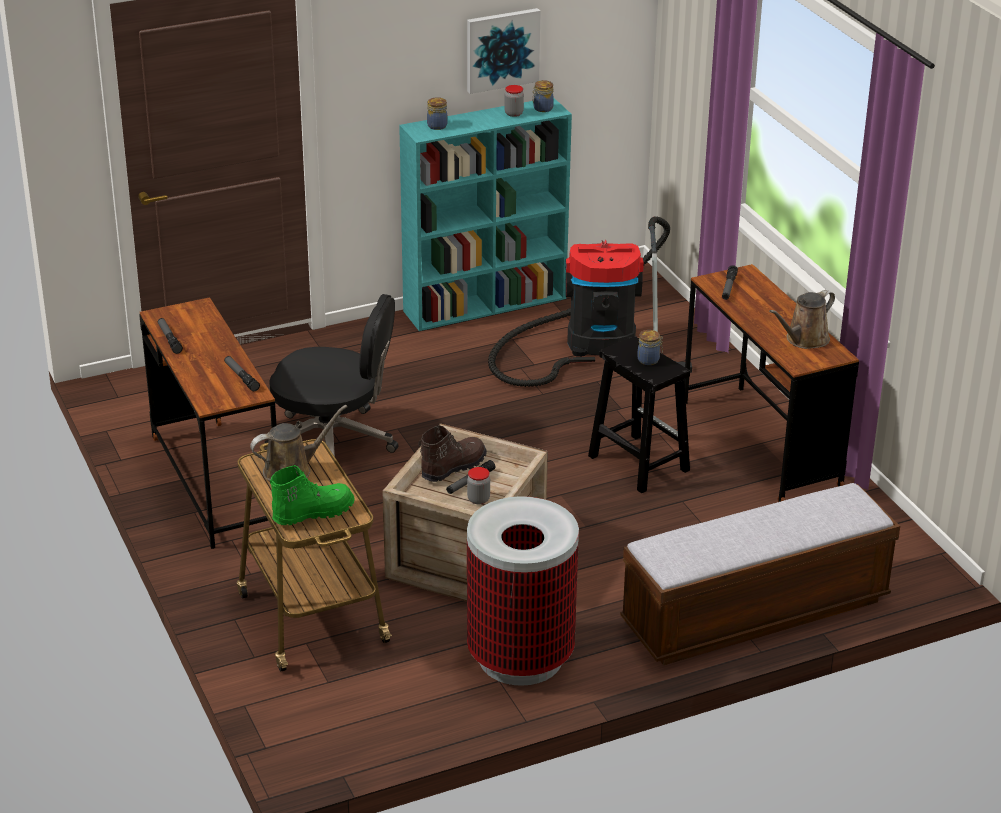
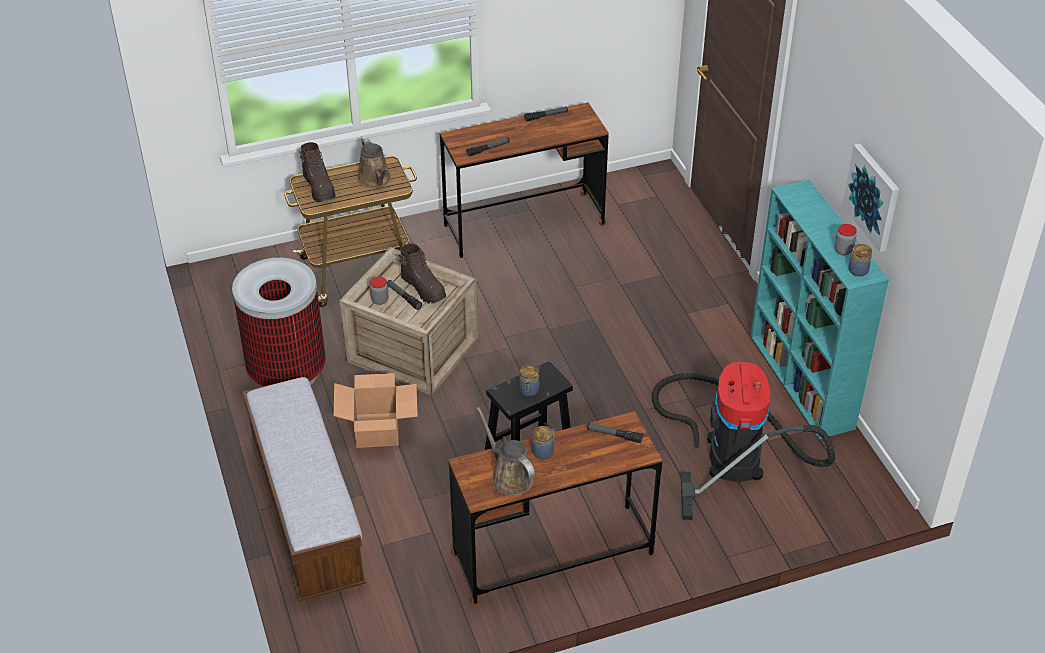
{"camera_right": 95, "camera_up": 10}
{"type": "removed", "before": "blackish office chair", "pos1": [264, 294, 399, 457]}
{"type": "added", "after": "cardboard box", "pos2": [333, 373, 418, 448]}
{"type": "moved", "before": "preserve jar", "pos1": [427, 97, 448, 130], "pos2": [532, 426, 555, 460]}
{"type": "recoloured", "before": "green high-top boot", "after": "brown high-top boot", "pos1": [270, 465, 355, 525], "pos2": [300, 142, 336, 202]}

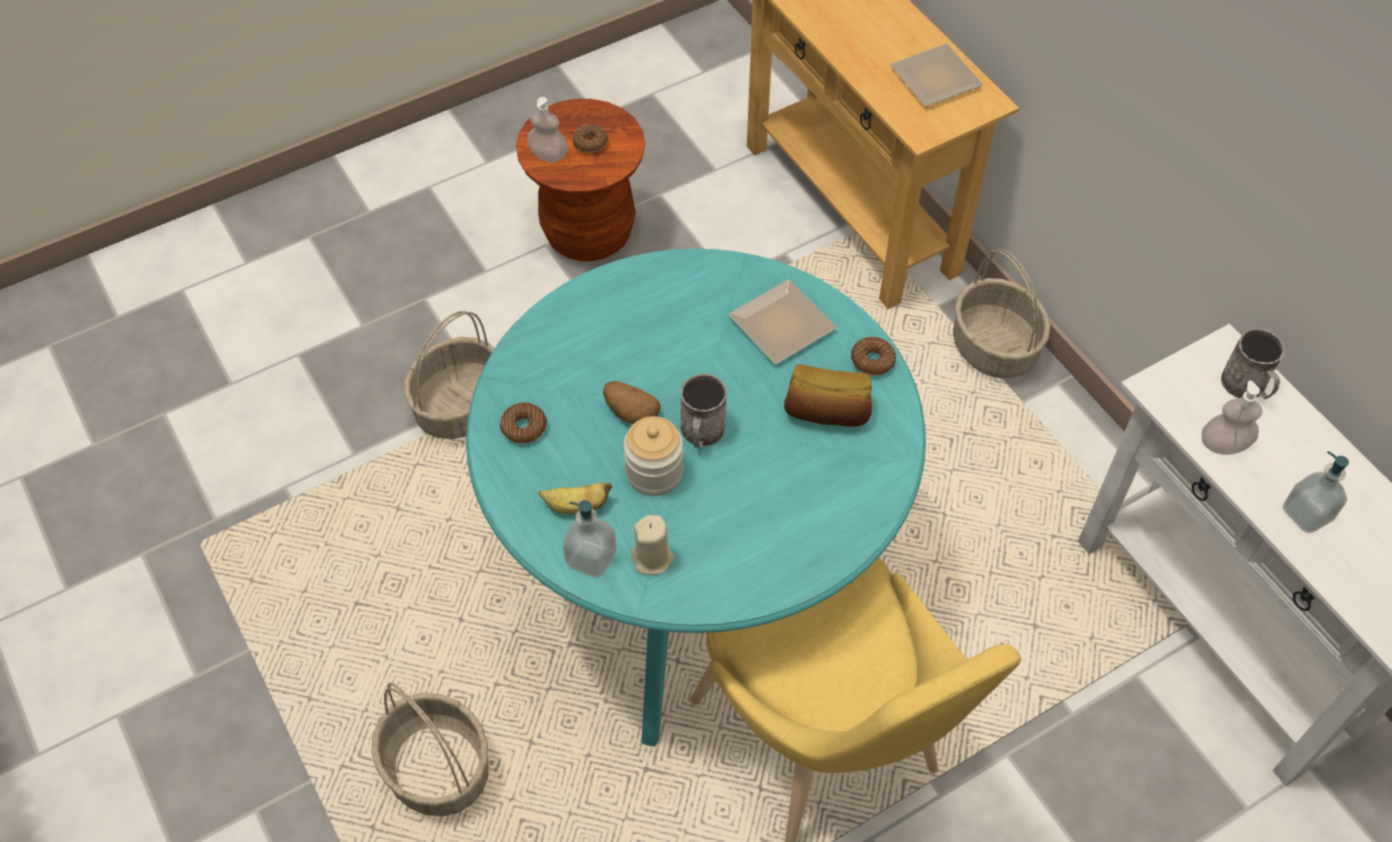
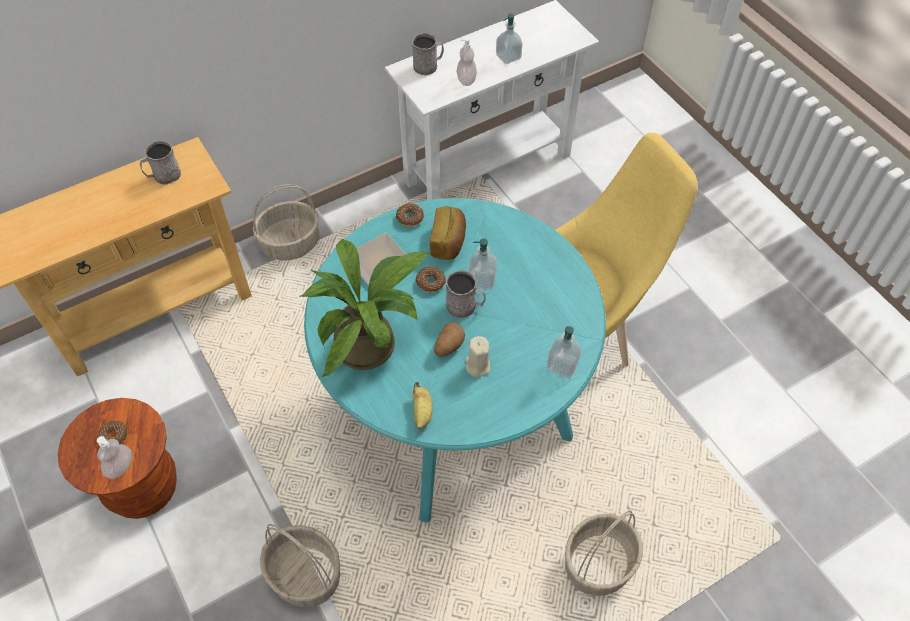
{"camera_right": -90, "camera_up": 0}
{"type": "removed", "before": "preserve jar", "pos1": [623, 416, 683, 496]}
{"type": "added", "after": "houseplant", "pos2": [300, 239, 431, 377]}
{"type": "added", "after": "liquid soap bottle", "pos2": [468, 239, 497, 289]}
{"type": "moved", "before": "donut", "pos1": [500, 402, 547, 444], "pos2": [416, 266, 446, 293]}
{"type": "moved", "before": "whole banana", "pos1": [539, 483, 612, 514], "pos2": [413, 382, 432, 429]}
{"type": "moved", "before": "sand-coloured candle", "pos1": [631, 515, 674, 575], "pos2": [465, 336, 490, 377]}
{"type": "replaced", "before": "flat dish", "after": "gray tea mug", "pos1": [890, 44, 983, 107], "pos2": [140, 140, 181, 185]}

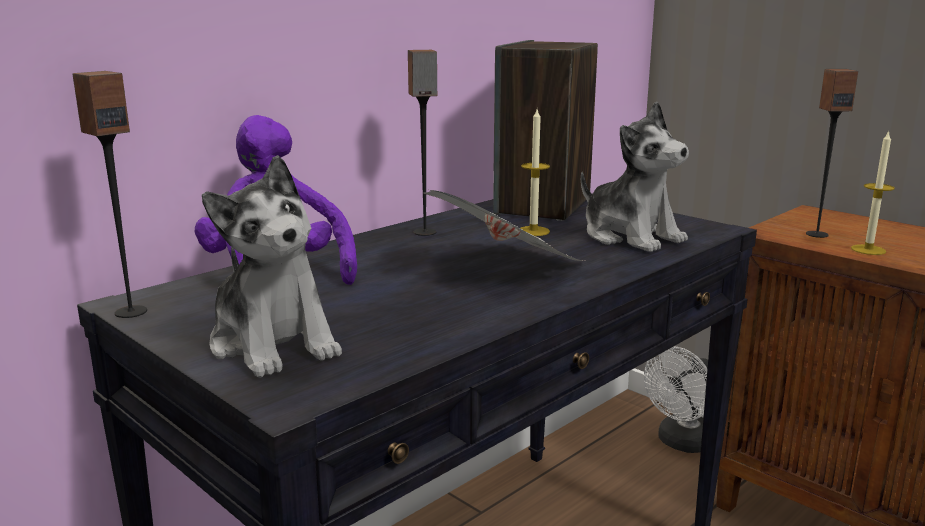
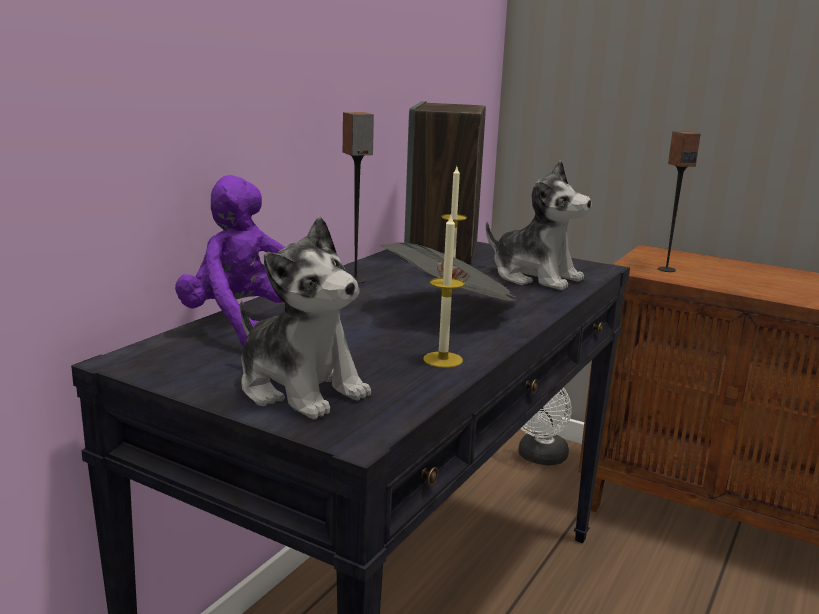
{"camera_right": -15, "camera_up": 0}
{"type": "removed", "before": "speaker", "pos1": [72, 71, 147, 318]}
{"type": "moved", "before": "candle", "pos1": [851, 131, 895, 255], "pos2": [423, 215, 465, 368]}

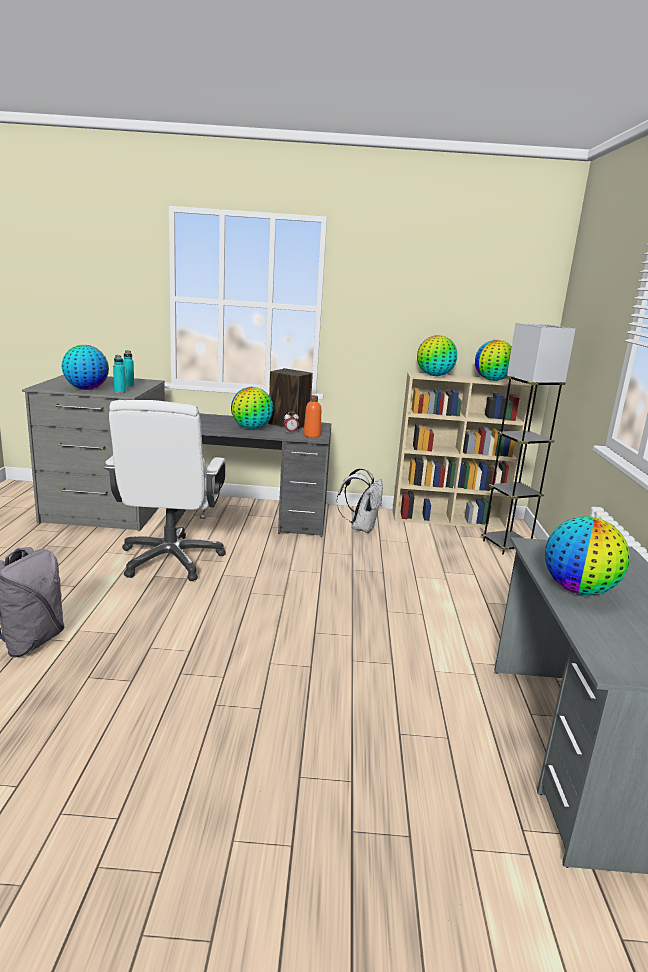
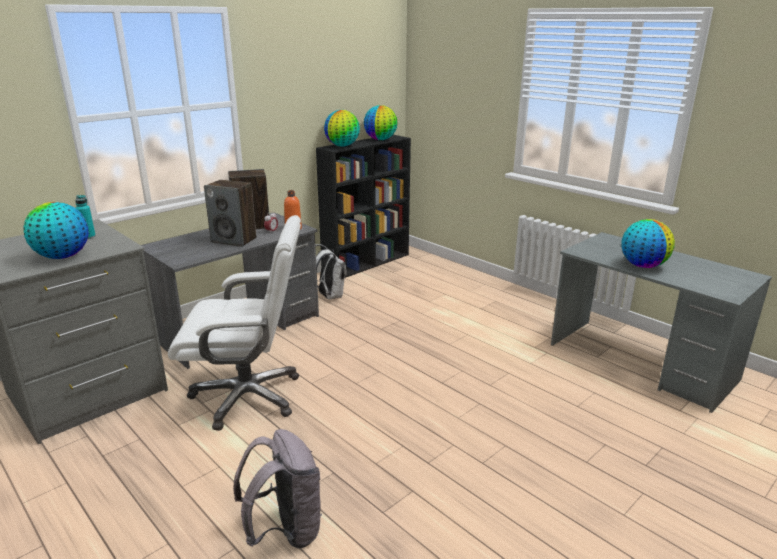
{"camera_right": -45, "camera_up": 5}
{"type": "removed", "before": "turquoise bottle", "pos1": [113, 355, 126, 394]}
{"type": "removed", "before": "gray standard lamp", "pos1": [481, 323, 576, 555]}
{"type": "replaced", "before": "world globe", "after": "speaker", "pos1": [231, 387, 273, 429], "pos2": [204, 180, 256, 247]}
{"type": "recoloured", "before": "sand-coloured bookcase", "after": "blackish bookcase", "pos1": [393, 372, 531, 530], "pos2": [316, 135, 411, 278]}
{"type": "turned", "before": "white office chair", "pos1": [104, 400, 226, 581], "pos2": [168, 215, 301, 431], "turn": -45}

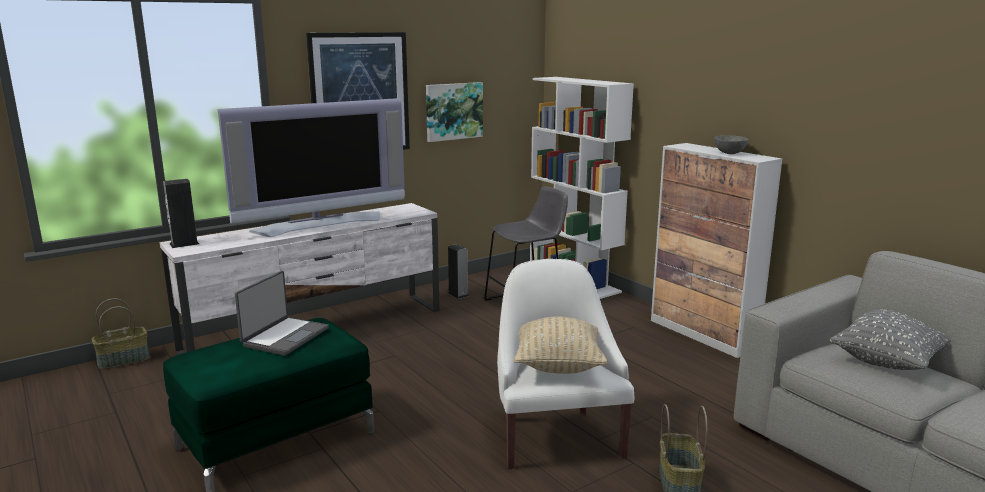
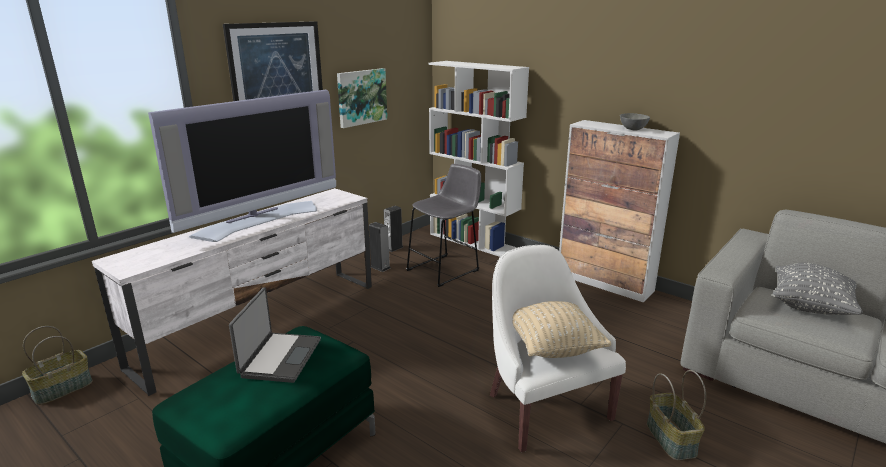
{"camera_right": -15, "camera_up": 5}
{"type": "moved", "before": "speaker", "pos1": [163, 179, 199, 248], "pos2": [384, 206, 403, 252]}

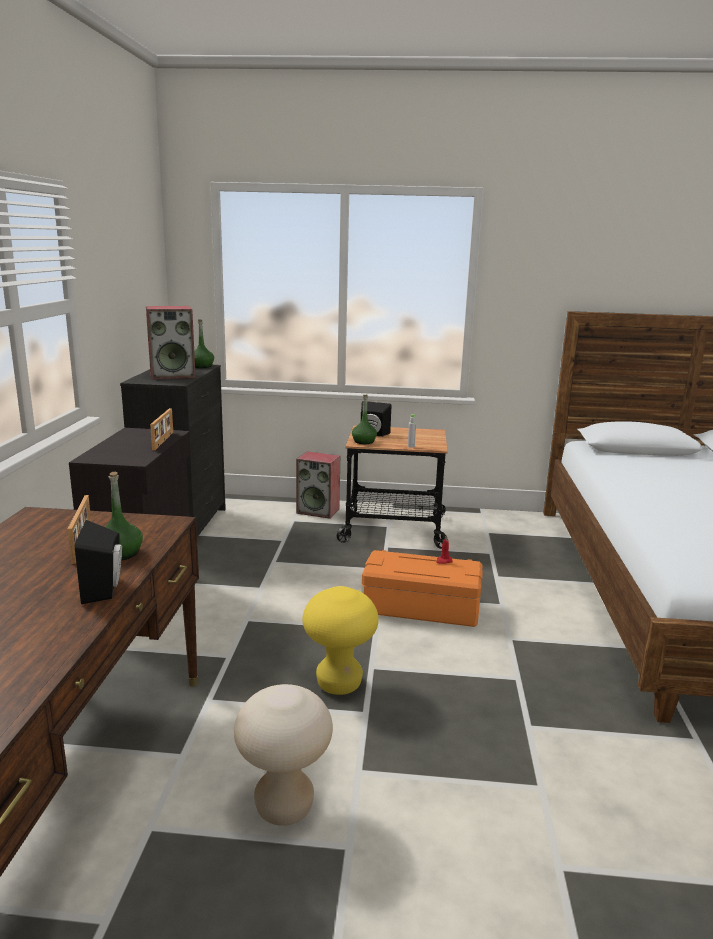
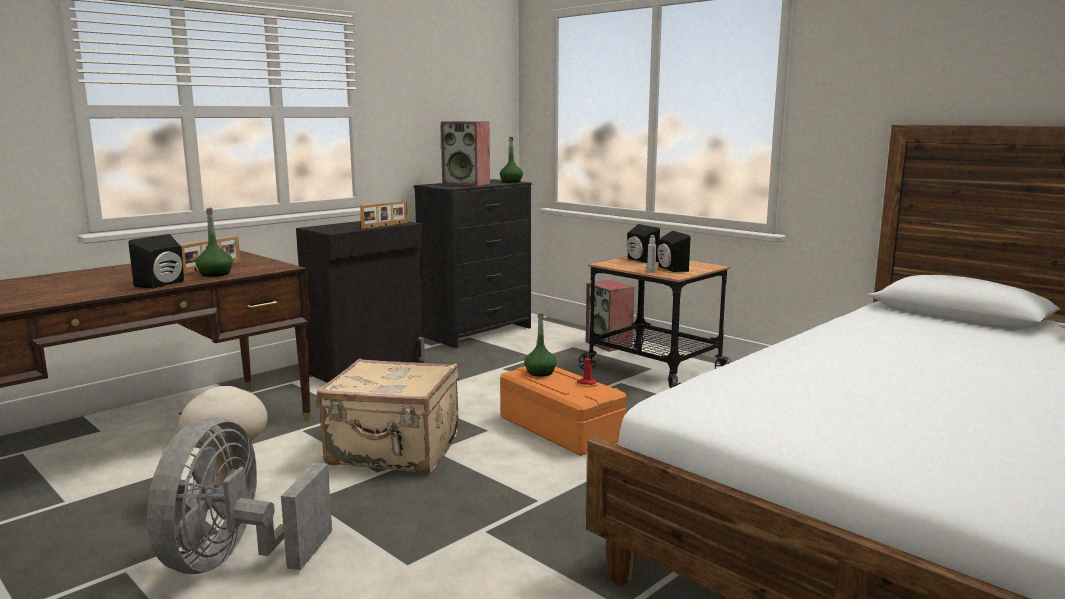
{"camera_right": 40, "camera_up": -5}
{"type": "added", "after": "gray cooling fan", "pos2": [147, 417, 332, 574]}
{"type": "added", "after": "blackish speaker", "pos2": [657, 231, 690, 272]}
{"type": "moved", "before": "green bottle", "pos1": [352, 395, 377, 444], "pos2": [524, 313, 557, 377]}
{"type": "replaced", "before": "yellowish sitting stool", "after": "sand-coloured travel case", "pos1": [303, 586, 379, 695], "pos2": [317, 359, 459, 473]}

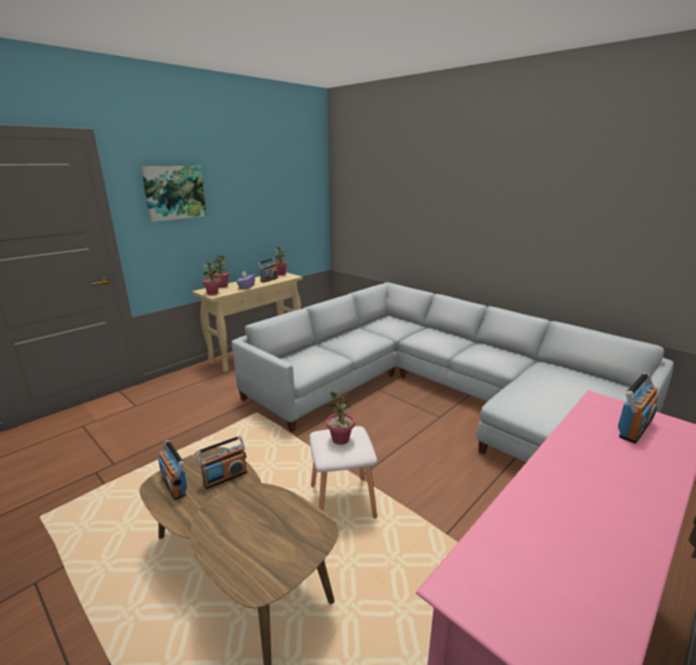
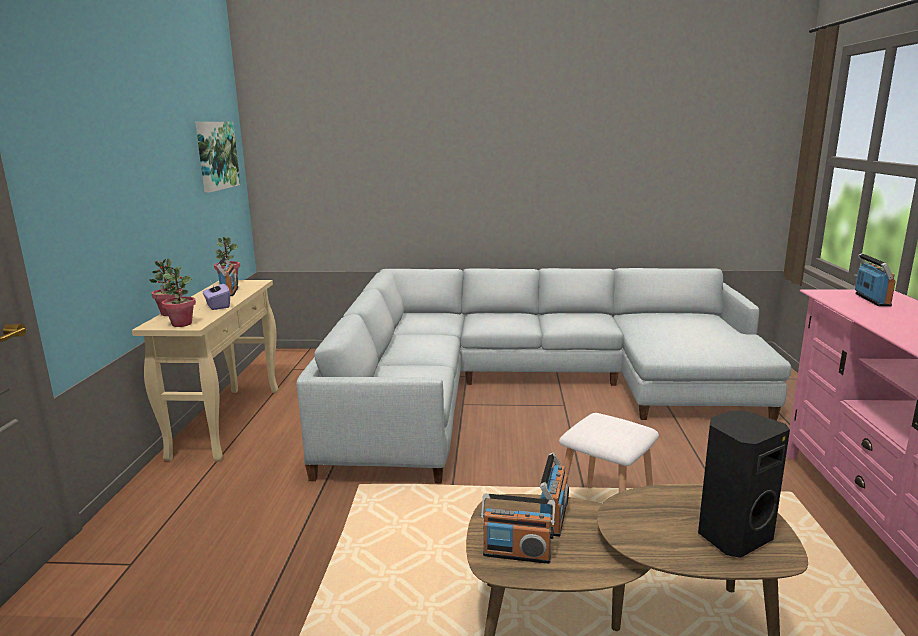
{"camera_right": -40, "camera_up": -5}
{"type": "removed", "before": "houseplant", "pos1": [326, 392, 355, 445]}
{"type": "added", "after": "blackish speaker", "pos2": [698, 411, 790, 558]}
{"type": "moved", "before": "picture", "pos1": [141, 166, 207, 222], "pos2": [195, 122, 240, 193]}

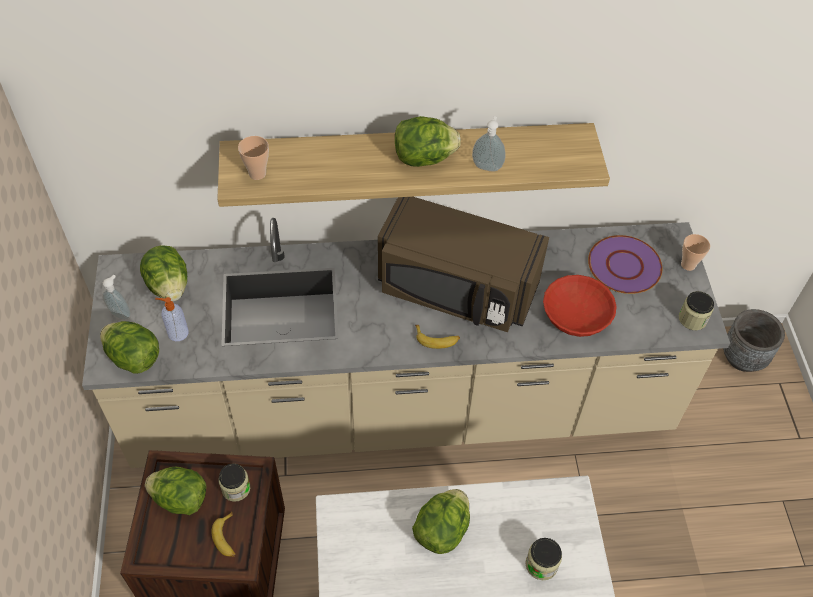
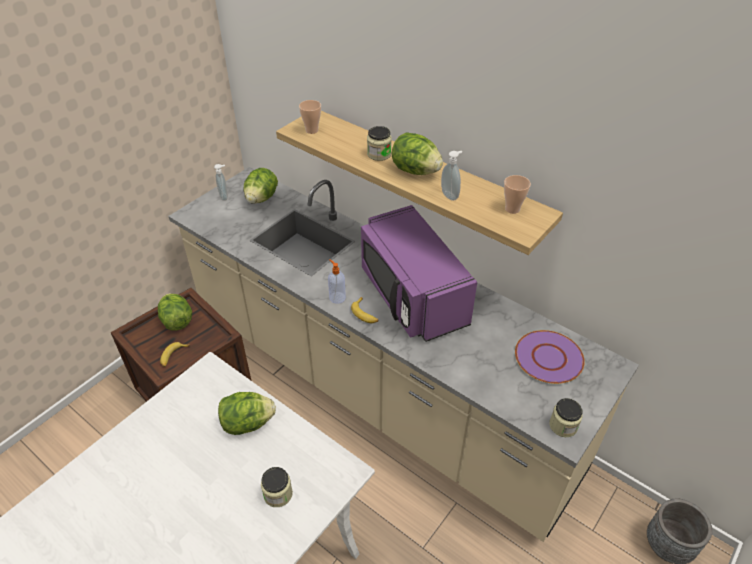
{"camera_right": 45, "camera_up": -10}
{"type": "removed", "before": "lettuce head", "pos1": [100, 321, 159, 374]}
{"type": "removed", "before": "red serving bowl", "pos1": [543, 275, 617, 337]}
{"type": "moved", "before": "liquid soap bottle", "pos1": [155, 297, 189, 341], "pos2": [328, 259, 346, 304]}
{"type": "moved", "before": "preserve jar", "pos1": [219, 463, 250, 502], "pos2": [367, 126, 392, 161]}
{"type": "moved", "before": "cup", "pos1": [681, 234, 710, 271], "pos2": [504, 175, 531, 214]}
{"type": "recoloured", "before": "brown microwave oven", "after": "purple-coloured microwave oven", "pos1": [378, 197, 549, 332], "pos2": [361, 205, 477, 342]}

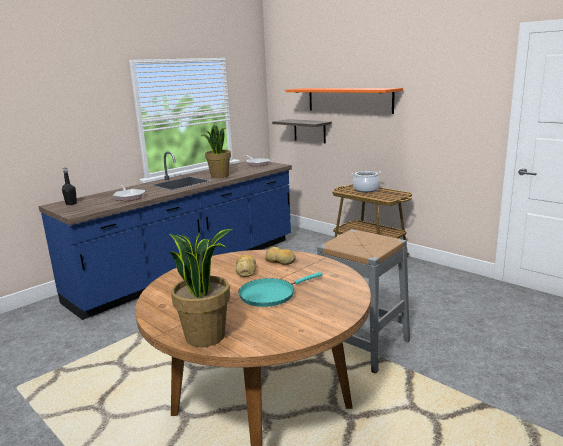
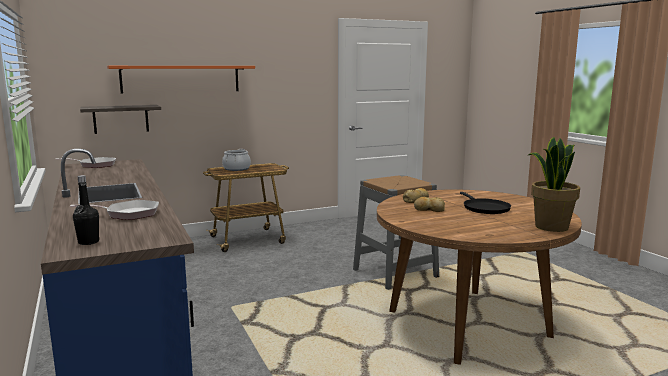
{"camera_right": -70, "camera_up": -5}
{"type": "removed", "before": "houseplant", "pos1": [201, 124, 231, 178]}
{"type": "recoloured", "before": "turquoise skillet", "after": "blackish skillet", "pos1": [238, 272, 323, 307], "pos2": [460, 192, 511, 214]}

